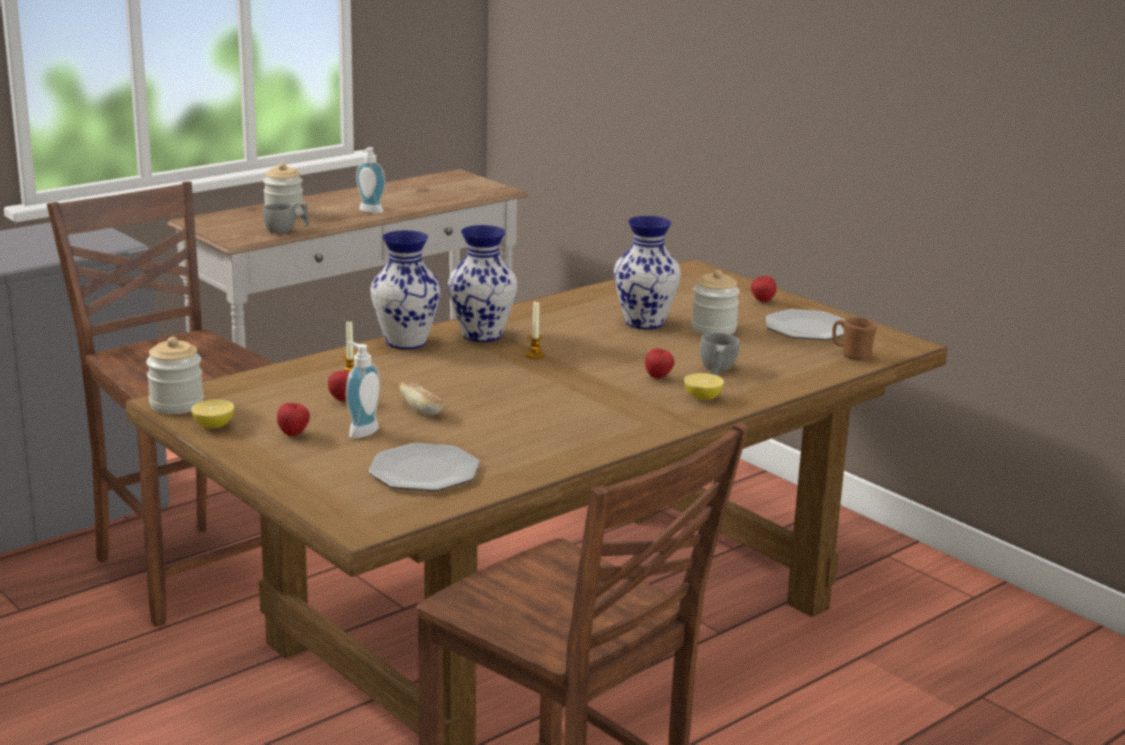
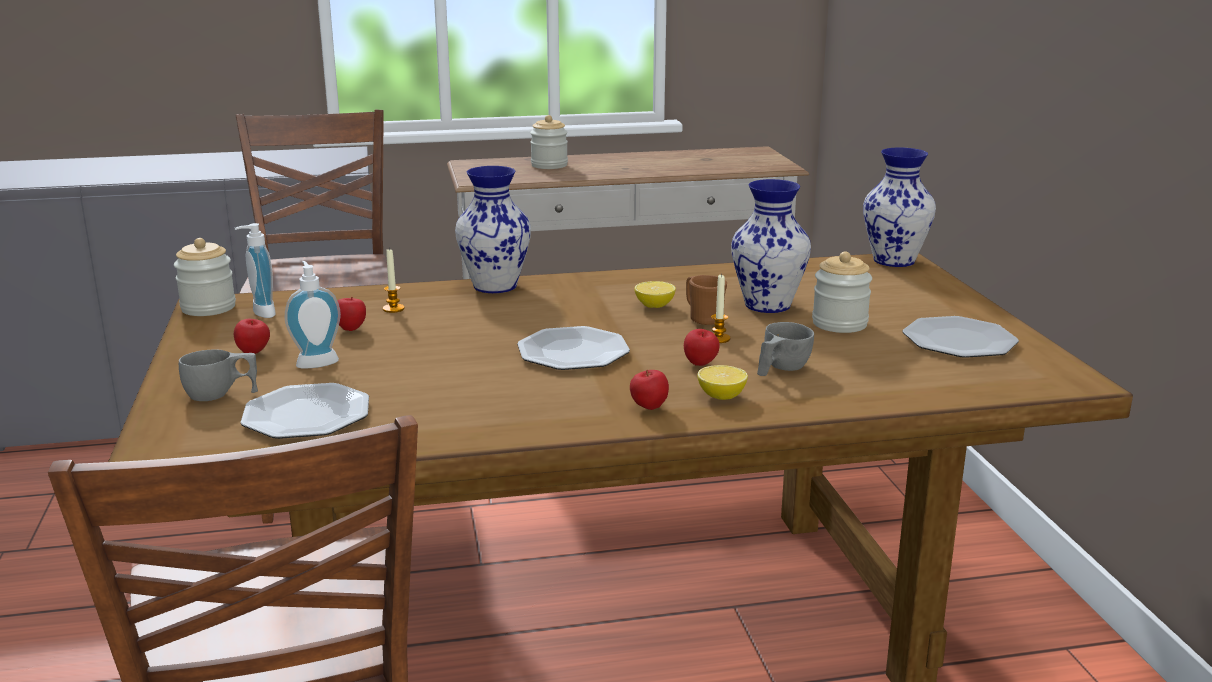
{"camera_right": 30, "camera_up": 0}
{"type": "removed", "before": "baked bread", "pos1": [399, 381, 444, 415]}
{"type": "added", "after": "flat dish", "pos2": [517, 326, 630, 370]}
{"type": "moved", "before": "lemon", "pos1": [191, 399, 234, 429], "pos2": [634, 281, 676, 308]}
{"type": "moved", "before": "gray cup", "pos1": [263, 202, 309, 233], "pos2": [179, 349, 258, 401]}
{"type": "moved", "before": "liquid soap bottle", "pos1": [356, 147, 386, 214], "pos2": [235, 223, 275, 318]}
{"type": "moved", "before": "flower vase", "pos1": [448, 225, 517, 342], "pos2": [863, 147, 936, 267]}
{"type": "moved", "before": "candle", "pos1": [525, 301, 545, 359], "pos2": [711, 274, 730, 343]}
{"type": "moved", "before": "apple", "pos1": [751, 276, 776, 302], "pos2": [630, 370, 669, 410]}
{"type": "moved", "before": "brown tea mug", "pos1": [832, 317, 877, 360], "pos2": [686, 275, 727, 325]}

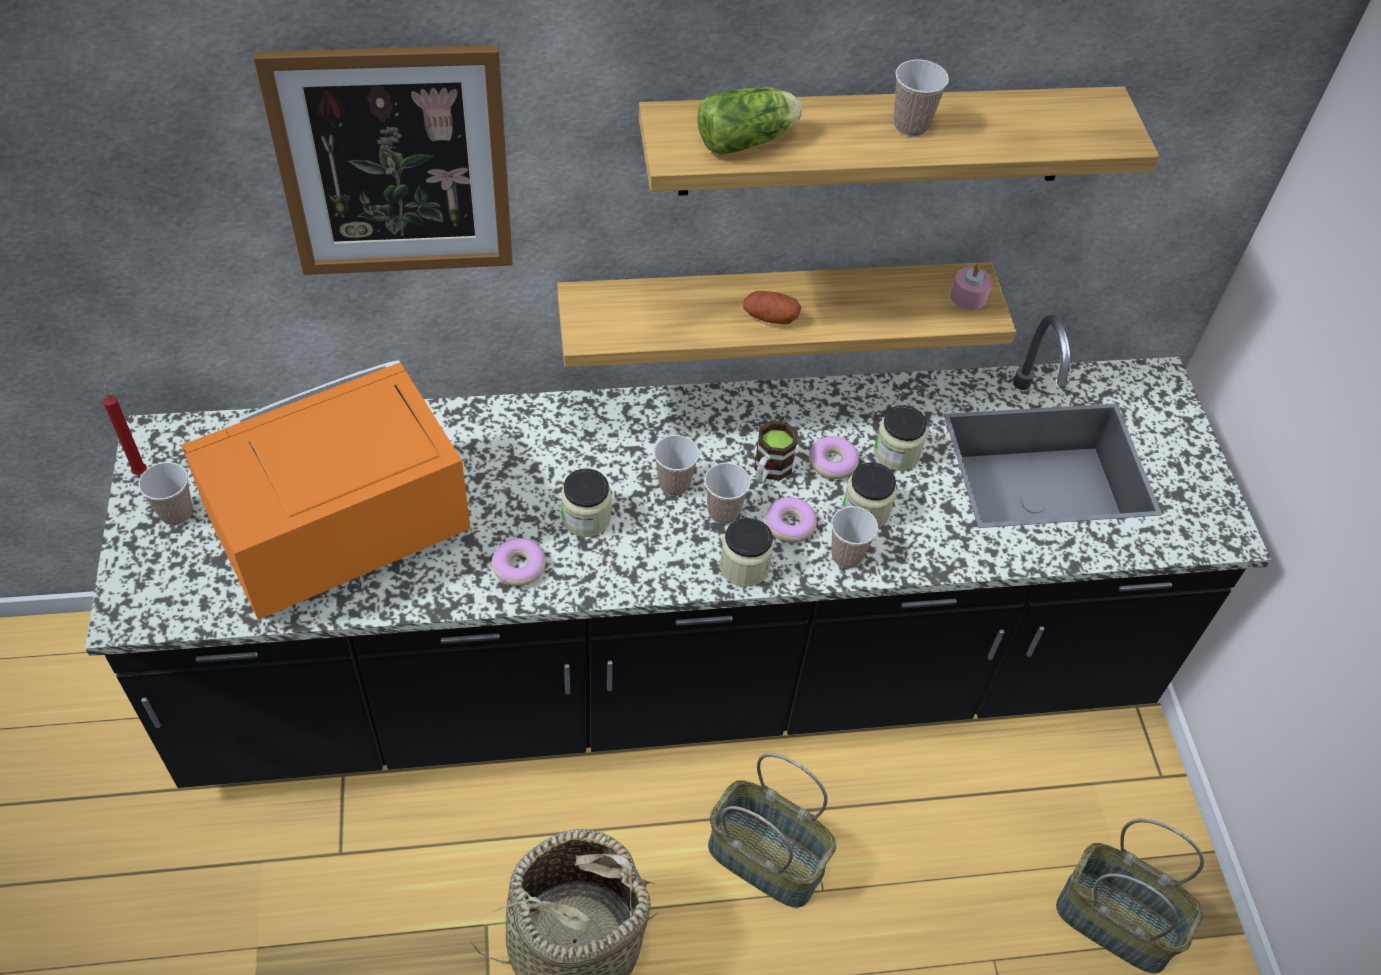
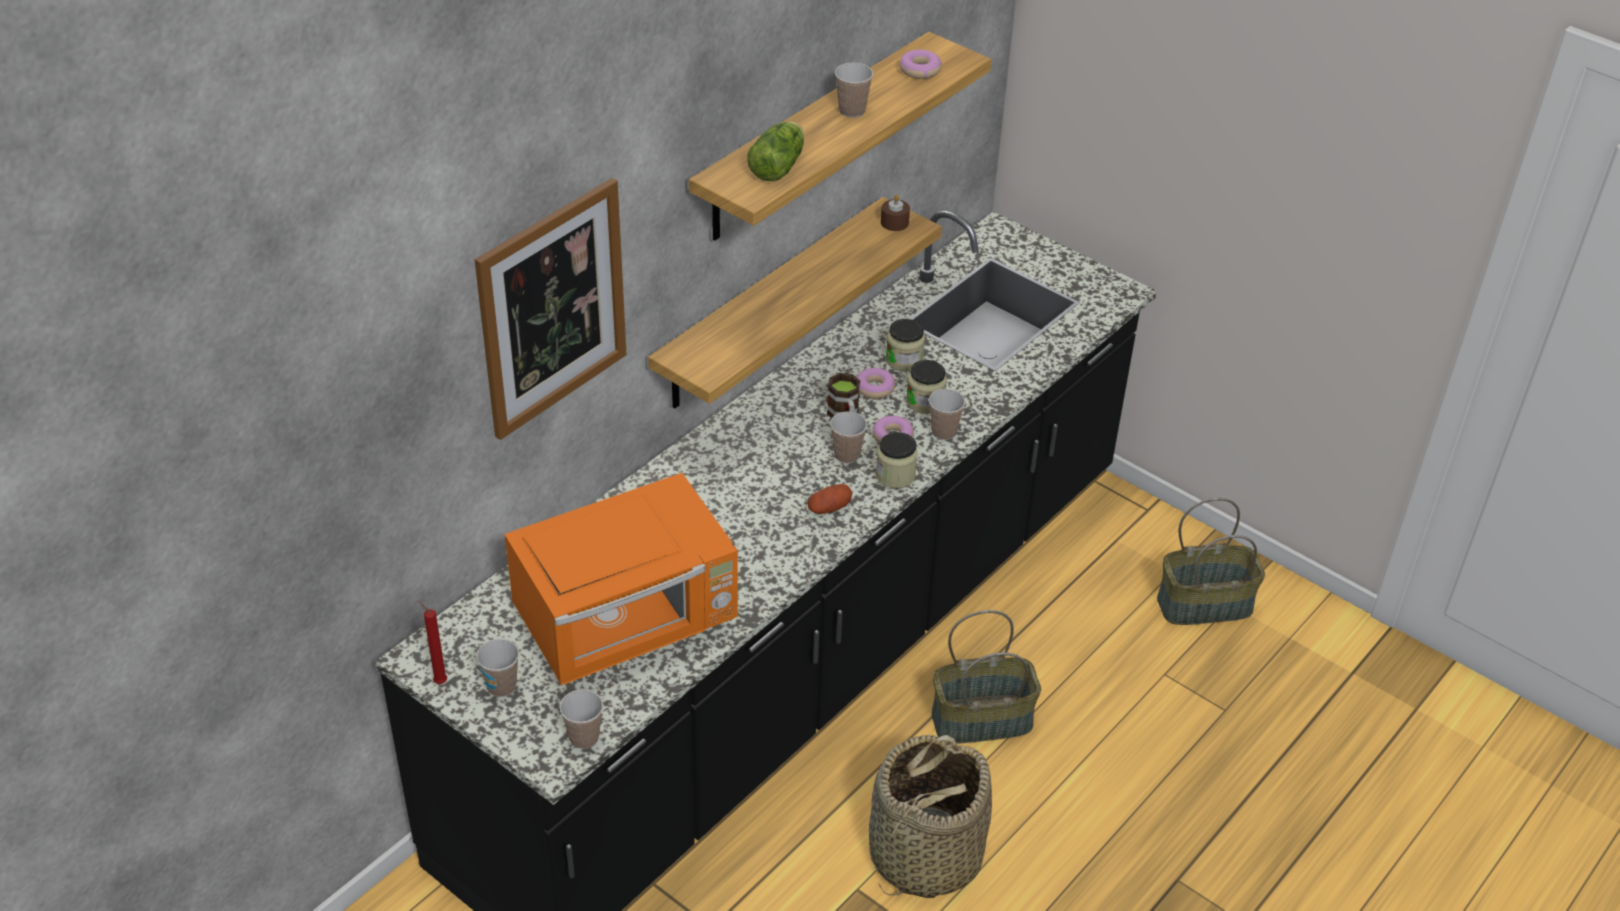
{"camera_right": -40, "camera_up": -10}
{"type": "removed", "before": "preserve jar", "pos1": [561, 468, 612, 537]}
{"type": "moved", "before": "donut", "pos1": [492, 538, 546, 586], "pos2": [899, 50, 942, 79]}
{"type": "moved", "before": "cup", "pos1": [654, 435, 699, 496], "pos2": [560, 689, 603, 749]}
{"type": "moved", "before": "potato", "pos1": [743, 291, 801, 324], "pos2": [807, 484, 852, 514]}
{"type": "recoloured", "before": "pink candle", "after": "brown candle", "pos1": [951, 264, 992, 310], "pos2": [881, 194, 910, 231]}
{"type": "turned", "before": "orange microwave oven", "pos1": [181, 360, 470, 620], "pos2": [505, 473, 738, 686], "turn": -135}

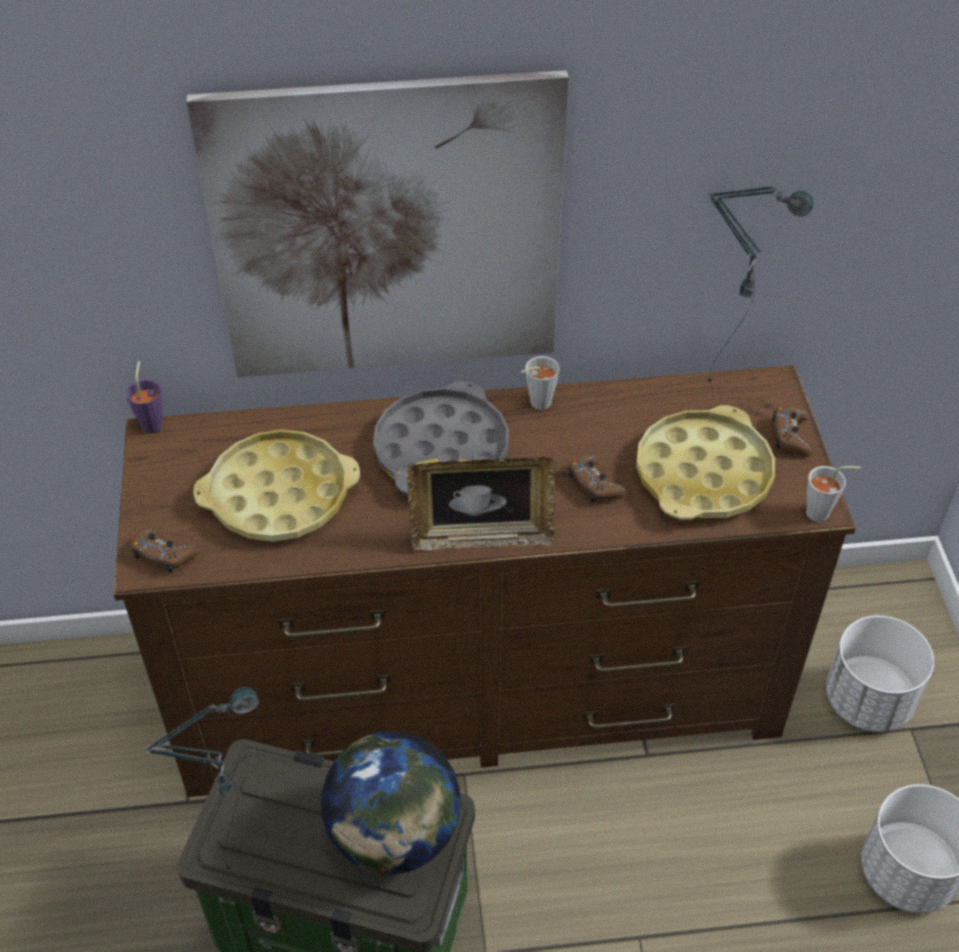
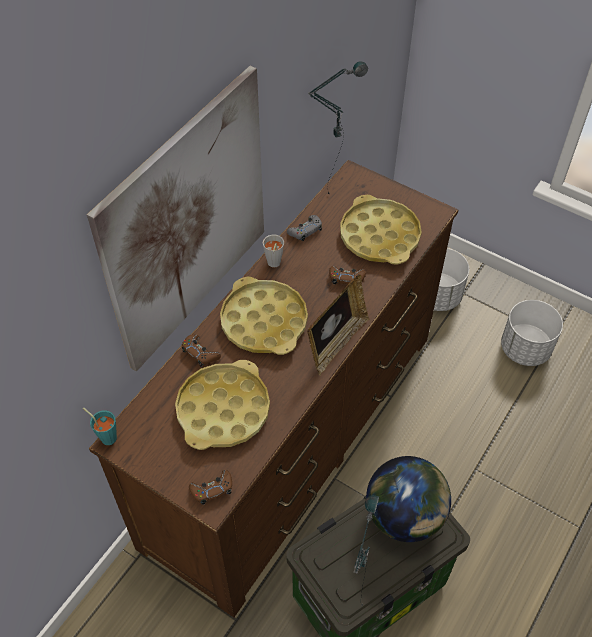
{"camera_right": -50, "camera_up": 5}
{"type": "removed", "before": "gray cup", "pos1": [806, 466, 861, 522]}
{"type": "added", "after": "gray game controller", "pos2": [287, 215, 322, 241]}
{"type": "moved", "before": "brown game controller", "pos1": [772, 405, 812, 457], "pos2": [182, 334, 221, 367]}
{"type": "recoloured", "before": "purple-coloured cup", "after": "turquoise cup", "pos1": [126, 361, 163, 433], "pos2": [83, 408, 117, 445]}
{"type": "recoloured", "before": "gray carrying tray", "after": "yellowish carrying tray", "pos1": [373, 381, 509, 495], "pos2": [220, 277, 308, 355]}

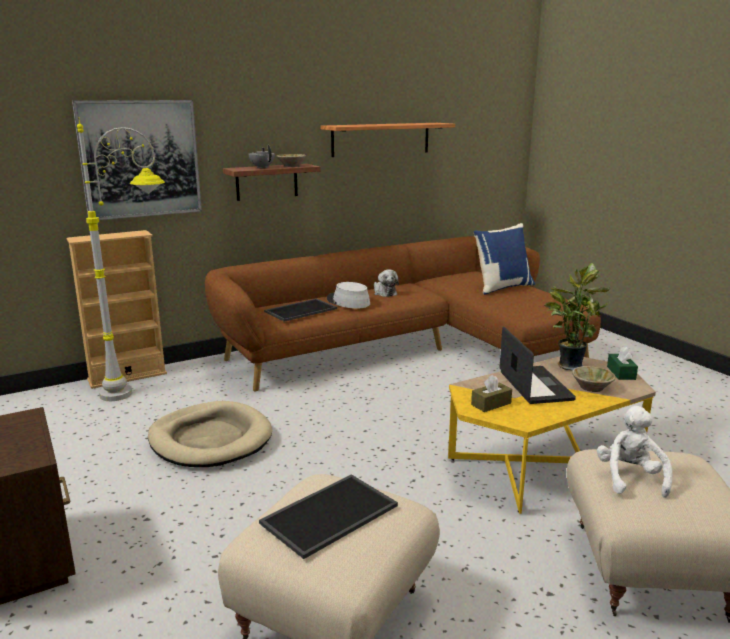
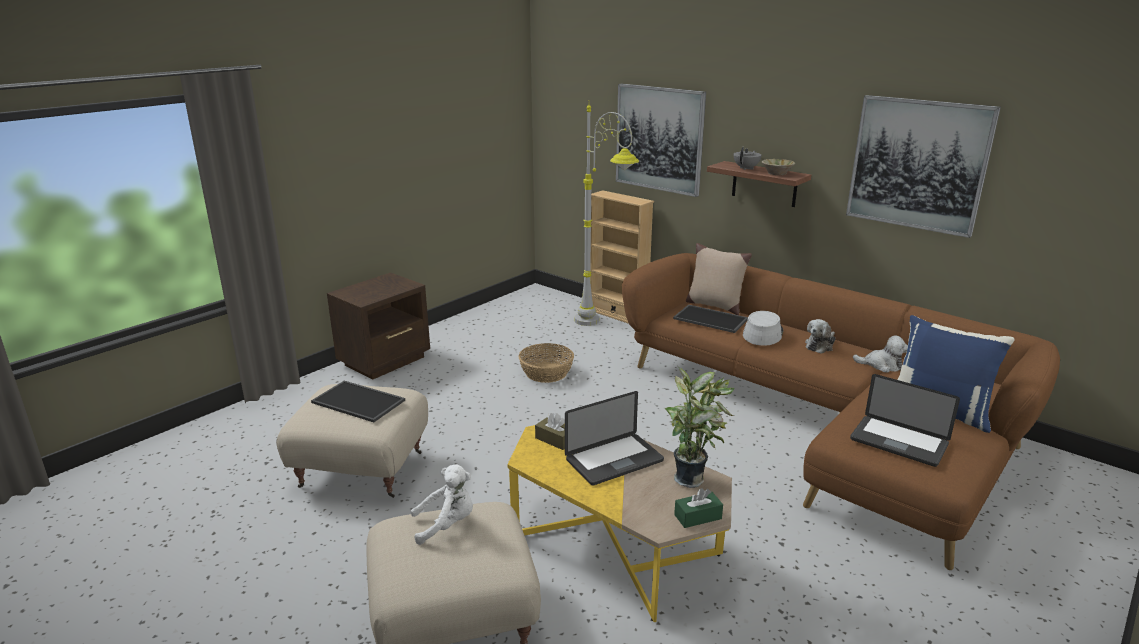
{"camera_right": 70, "camera_up": 5}
{"type": "removed", "before": "sand-coloured serving bowl", "pos1": [572, 366, 616, 392]}
{"type": "added", "after": "sand-coloured cushion", "pos2": [686, 243, 752, 315]}
{"type": "added", "after": "notebook computer", "pos2": [850, 374, 960, 467]}
{"type": "added", "after": "cuddly toy", "pos2": [853, 335, 908, 372]}
{"type": "replaced", "before": "sand-coloured pet bed", "after": "storage basket", "pos1": [148, 401, 272, 467], "pos2": [519, 343, 574, 383]}
{"type": "replaced", "before": "shelf", "after": "picture", "pos1": [321, 123, 455, 157], "pos2": [846, 95, 1001, 238]}

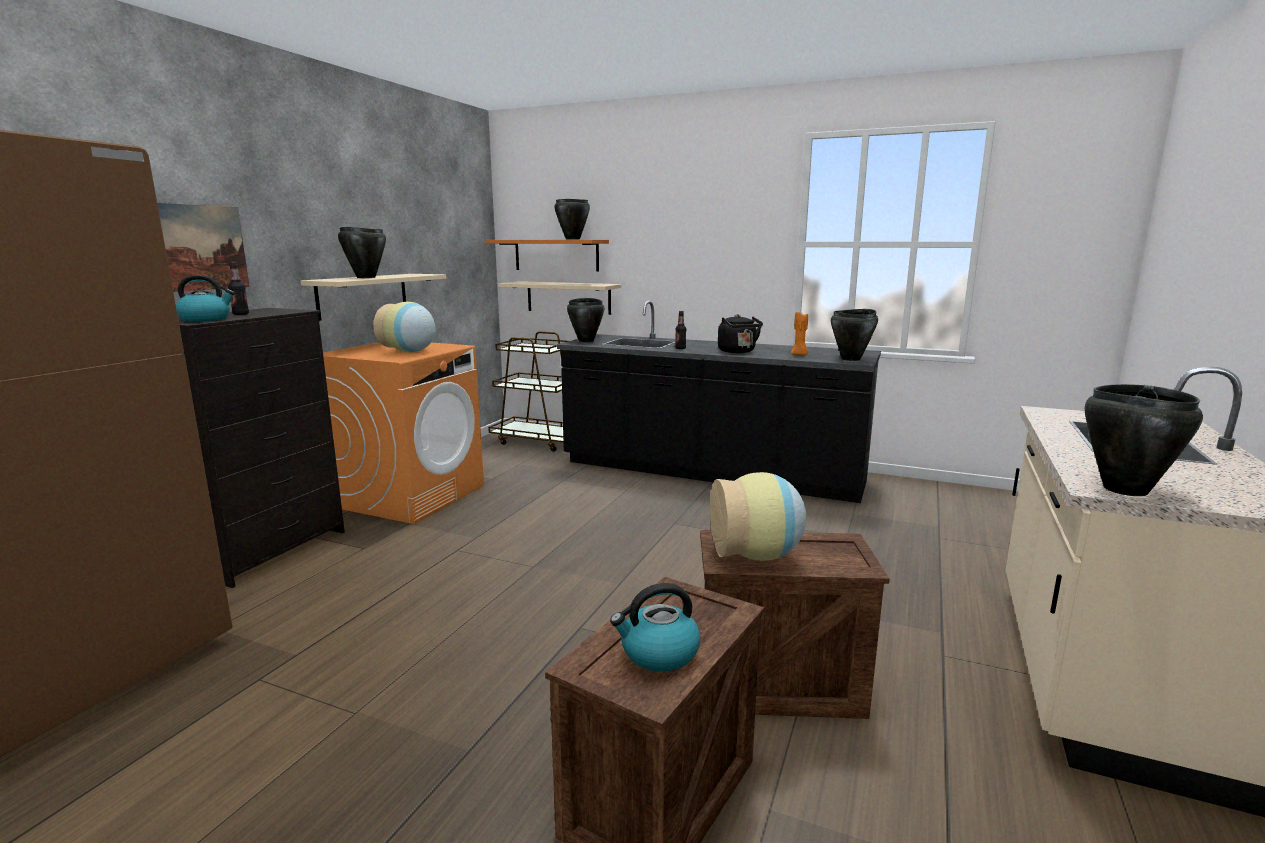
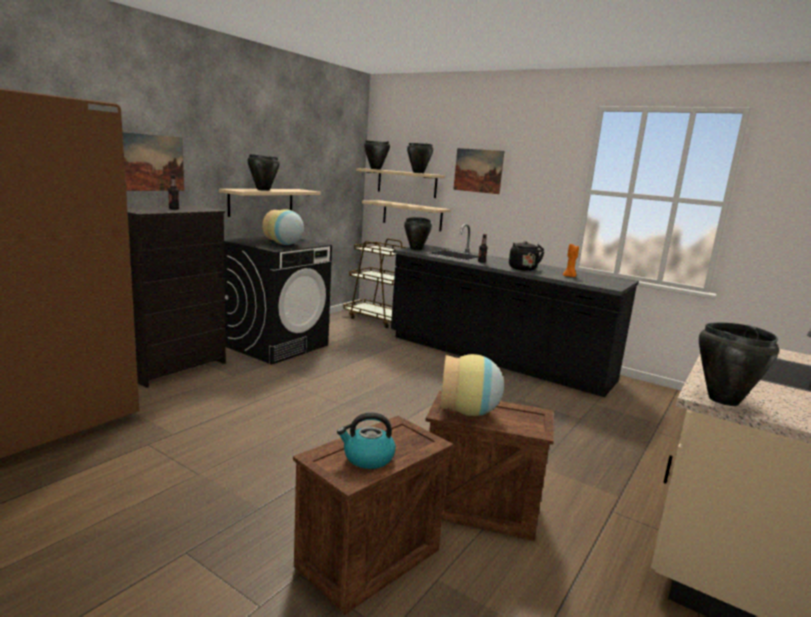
{"camera_right": 10, "camera_up": 0}
{"type": "removed", "before": "tea kettle", "pos1": [176, 275, 235, 322]}
{"type": "added", "after": "picture", "pos2": [453, 148, 504, 194]}
{"type": "moved", "before": "blackish stockpot", "pos1": [831, 309, 878, 361], "pos2": [364, 140, 390, 170]}
{"type": "recoloured", "before": "orange laundry appliance", "after": "blackish laundry appliance", "pos1": [323, 342, 484, 524], "pos2": [224, 236, 332, 364]}
{"type": "recoloured", "before": "orange shelf", "after": "sand-coloured shelf", "pos1": [485, 240, 609, 271], "pos2": [356, 168, 445, 198]}

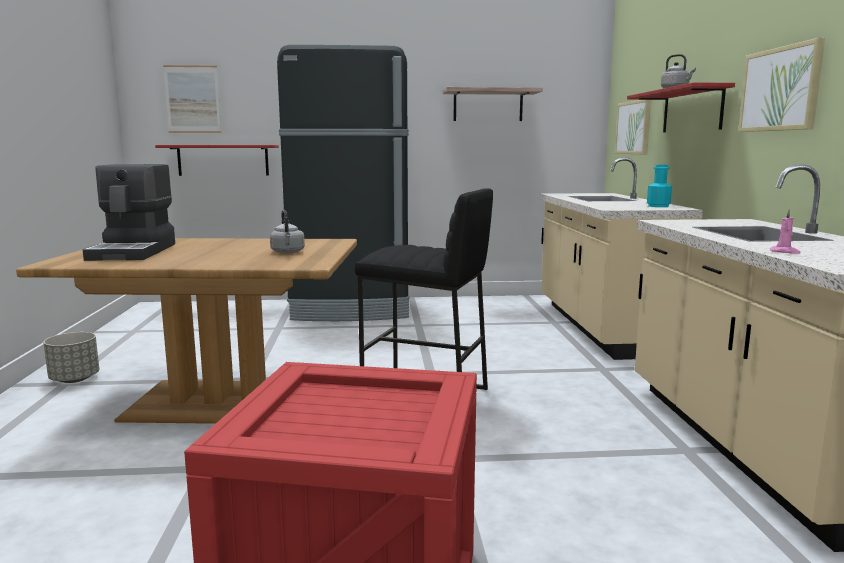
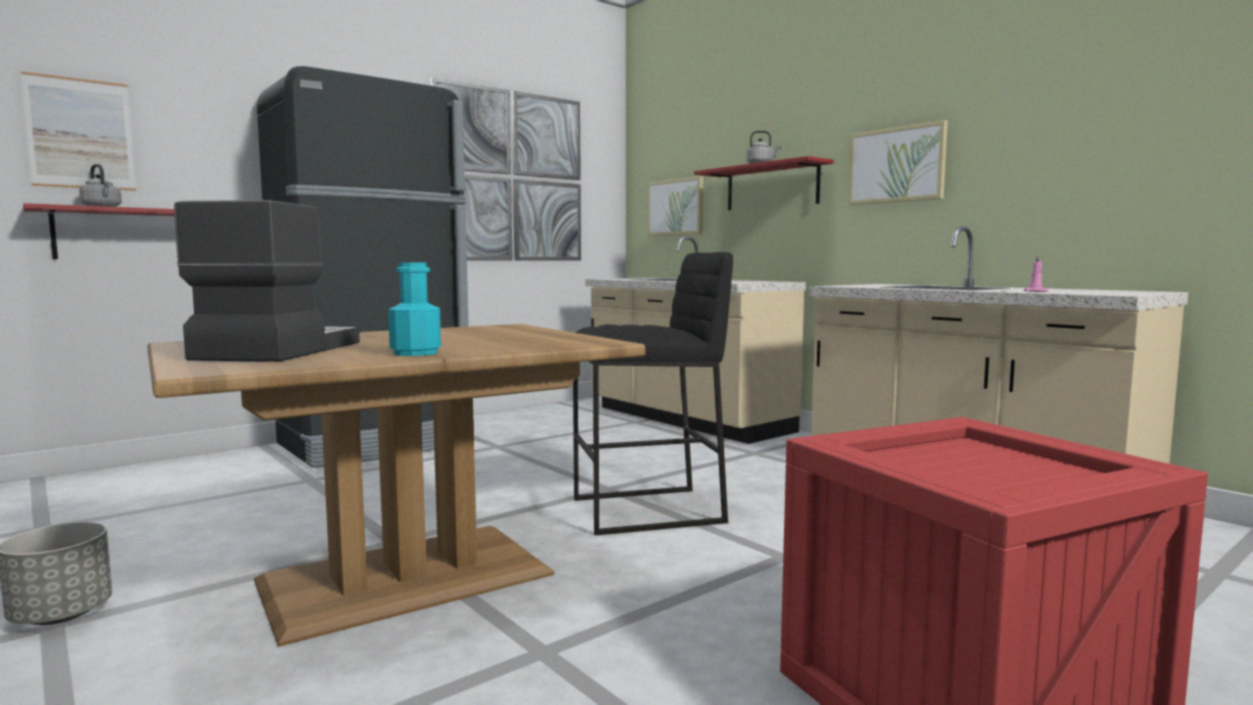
{"camera_right": -35, "camera_up": -5}
{"type": "moved", "before": "gray tea kettle", "pos1": [270, 210, 305, 253], "pos2": [79, 164, 122, 207]}
{"type": "moved", "before": "turquoise bottle", "pos1": [647, 165, 672, 207], "pos2": [388, 263, 441, 356]}
{"type": "replaced", "before": "shelf", "after": "picture", "pos1": [443, 87, 543, 121], "pos2": [430, 77, 581, 260]}
{"type": "turned", "before": "coffee maker", "pos1": [83, 164, 175, 261], "pos2": [174, 200, 360, 362], "turn": -135}

